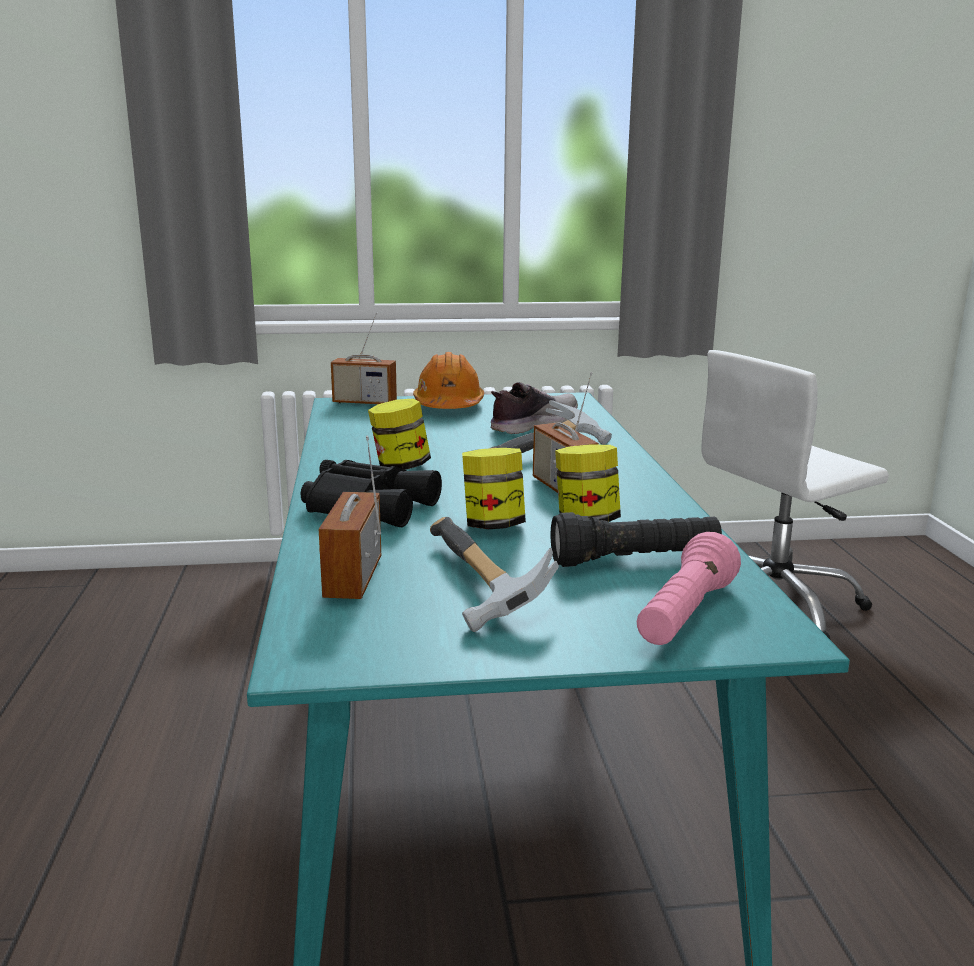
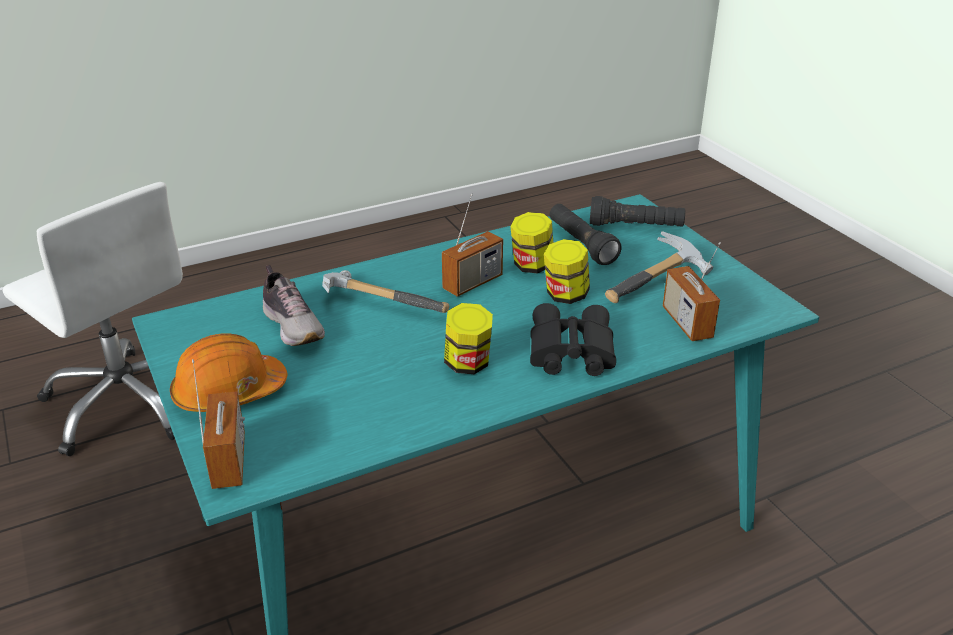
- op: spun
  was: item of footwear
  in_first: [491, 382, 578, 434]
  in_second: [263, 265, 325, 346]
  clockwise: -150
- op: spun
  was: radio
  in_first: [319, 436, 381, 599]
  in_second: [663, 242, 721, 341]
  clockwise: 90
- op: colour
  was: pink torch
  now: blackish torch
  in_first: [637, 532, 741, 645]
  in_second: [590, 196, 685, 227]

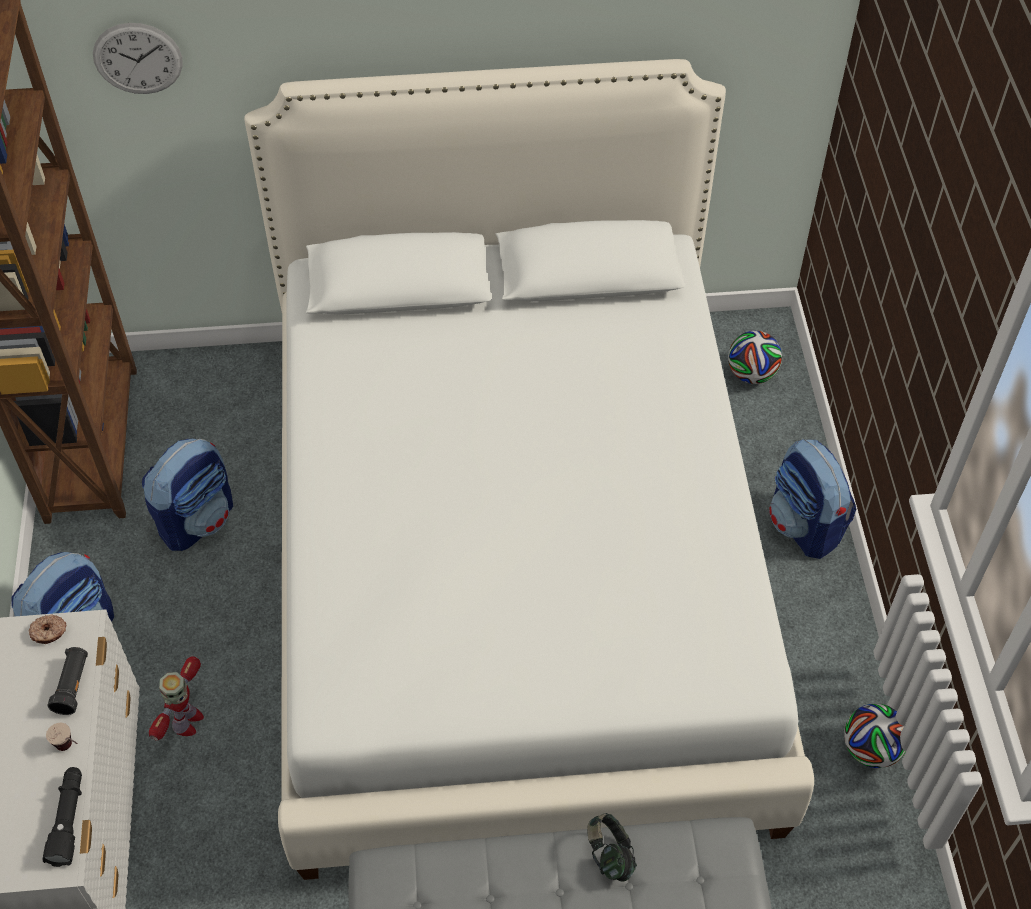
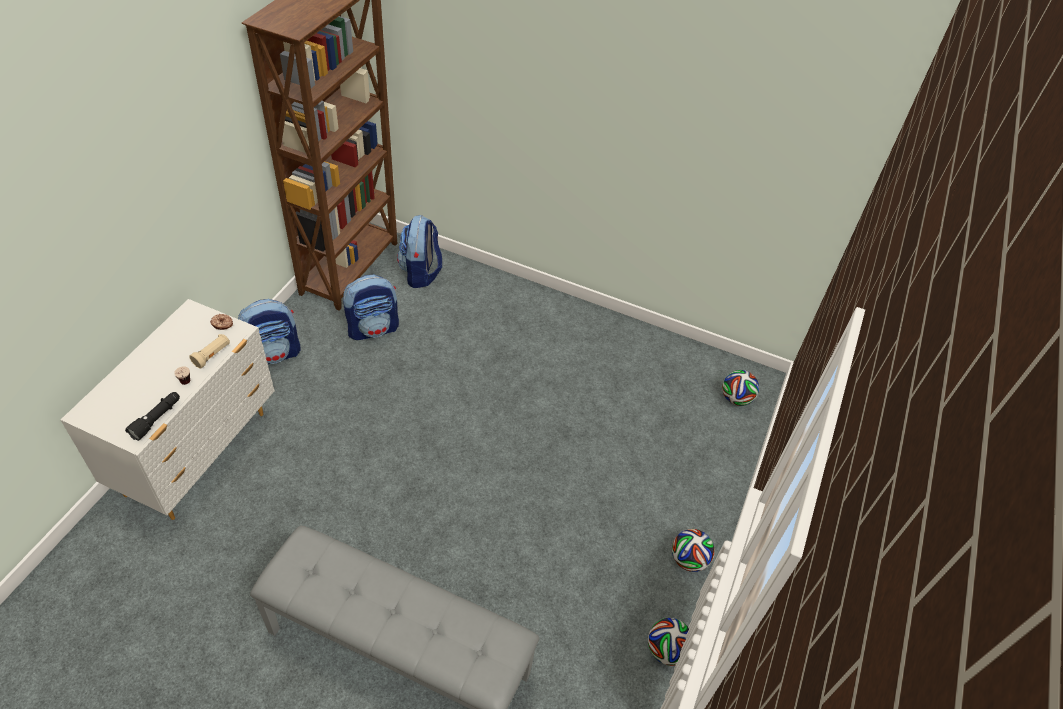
- op: missing
  was: wall clock
  in_first: [93, 23, 183, 94]
- op: missing
  was: white sleeping bed
  in_first: [244, 59, 814, 880]
- op: relocated
  was: knapsack
  in_first: [769, 439, 856, 559]
  in_second: [397, 215, 442, 288]
- op: colour
  was: blackish torch
  now: sand-coloured torch
  in_first: [47, 647, 88, 715]
  in_second: [189, 334, 230, 368]
- op: missing
  was: toy robot
  in_first: [149, 656, 204, 740]
- op: missing
  was: headset
  in_first: [587, 813, 637, 882]
- op: appeared
  now: ball for football
  in_second: [672, 529, 715, 572]

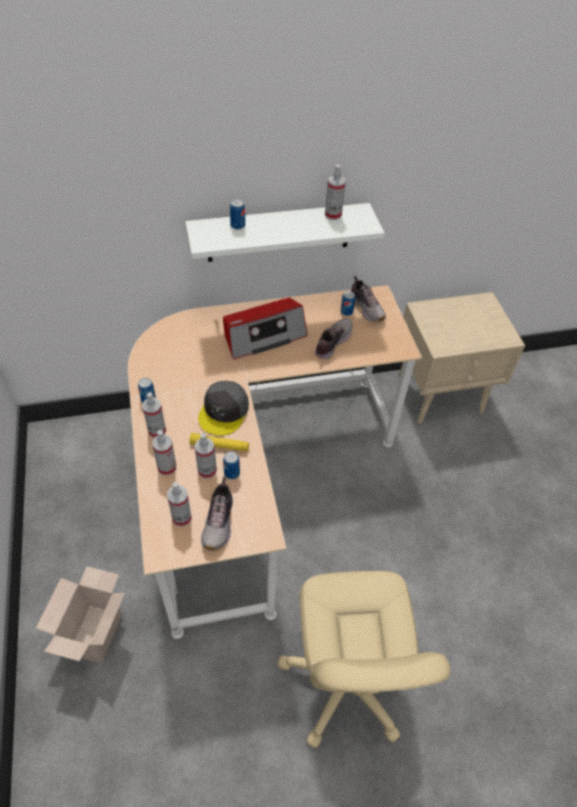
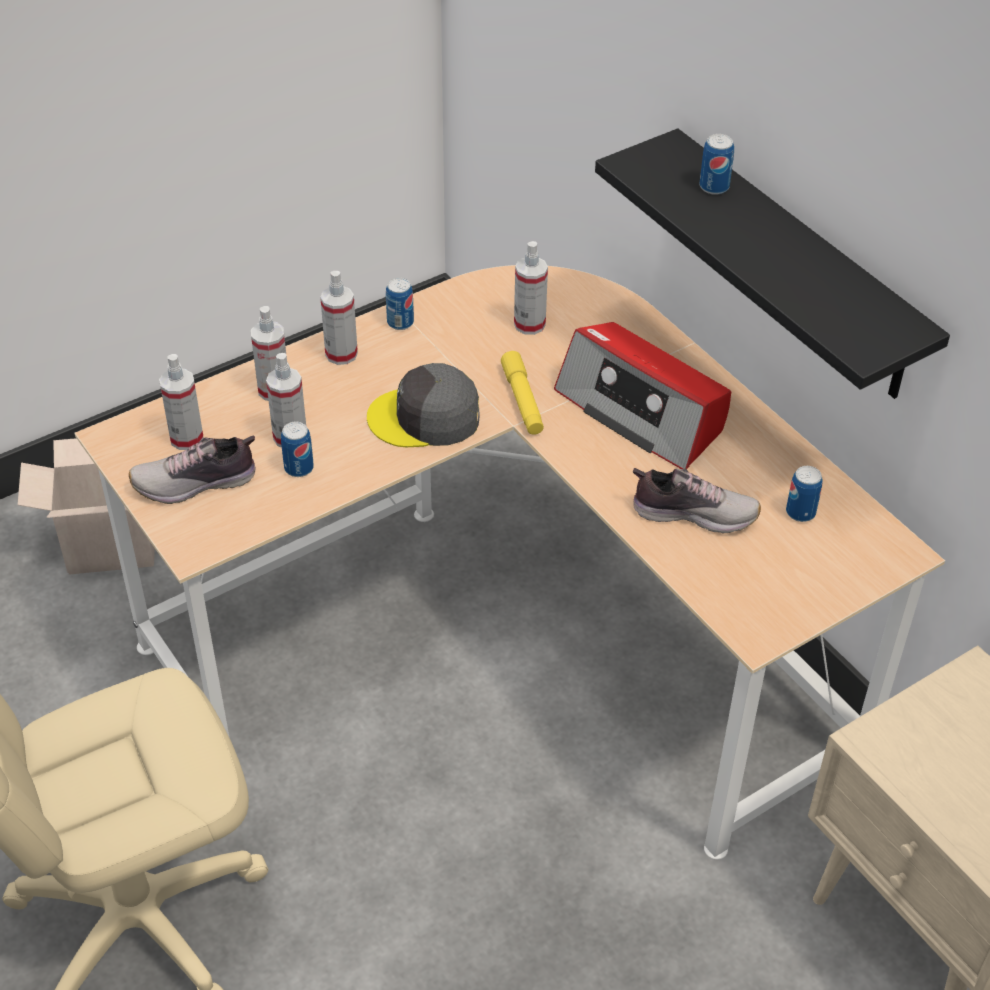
- op: relocated
  was: hand sprayer
  in_first: [325, 165, 346, 220]
  in_second: [514, 241, 548, 335]
- op: colour
  was: white shelf
  now: blackish shelf
  in_first: [185, 203, 385, 262]
  in_second: [595, 128, 950, 399]
- op: missing
  was: item of footwear
  in_first: [351, 276, 386, 322]
- op: relocated
  was: yellow-coloured torch
  in_first: [189, 433, 249, 451]
  in_second: [501, 351, 544, 435]

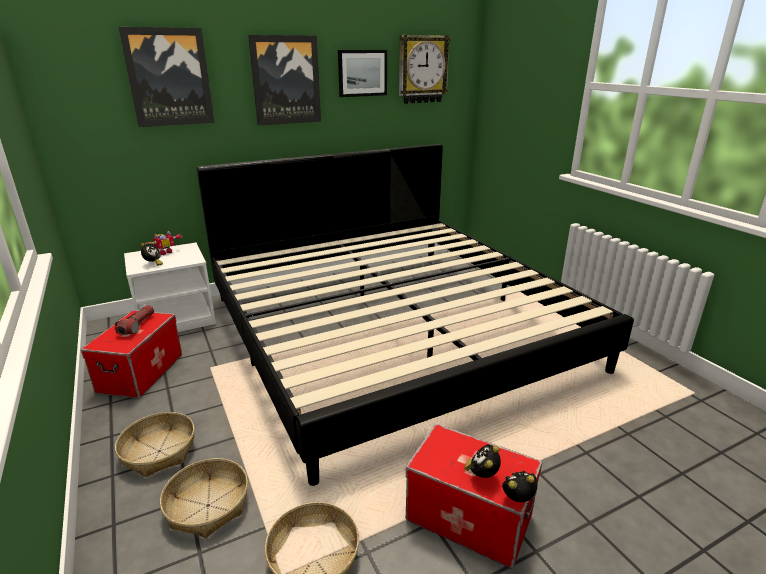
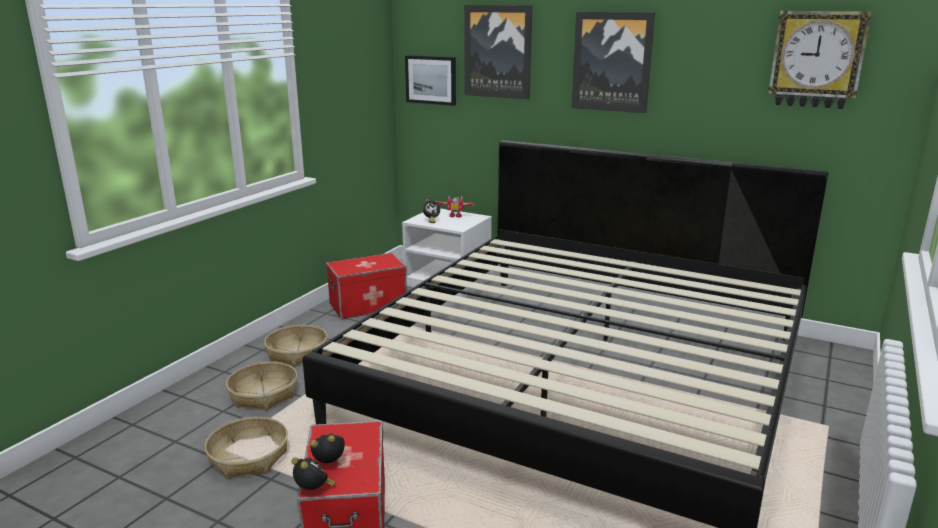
- op: relocated
  was: picture
  in_first: [338, 50, 387, 97]
  in_second: [405, 55, 456, 106]
- op: missing
  was: torch
  in_first: [115, 305, 154, 335]

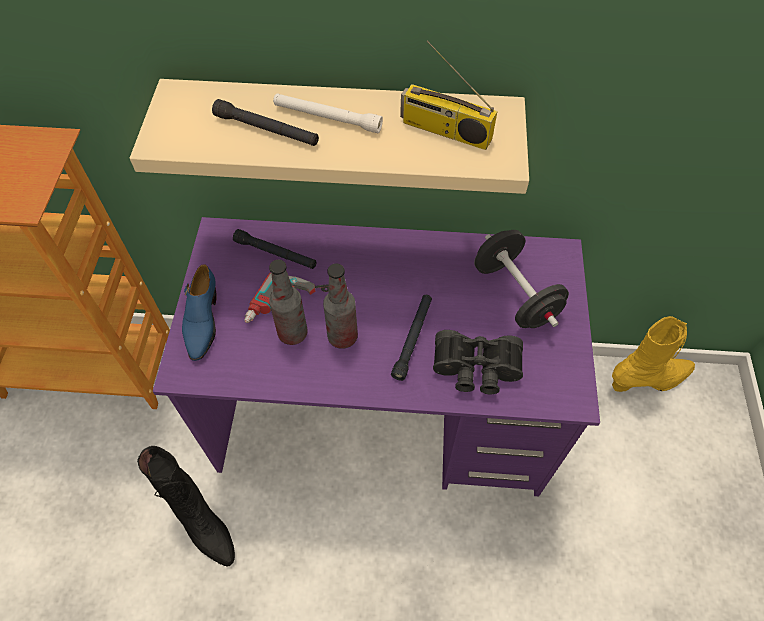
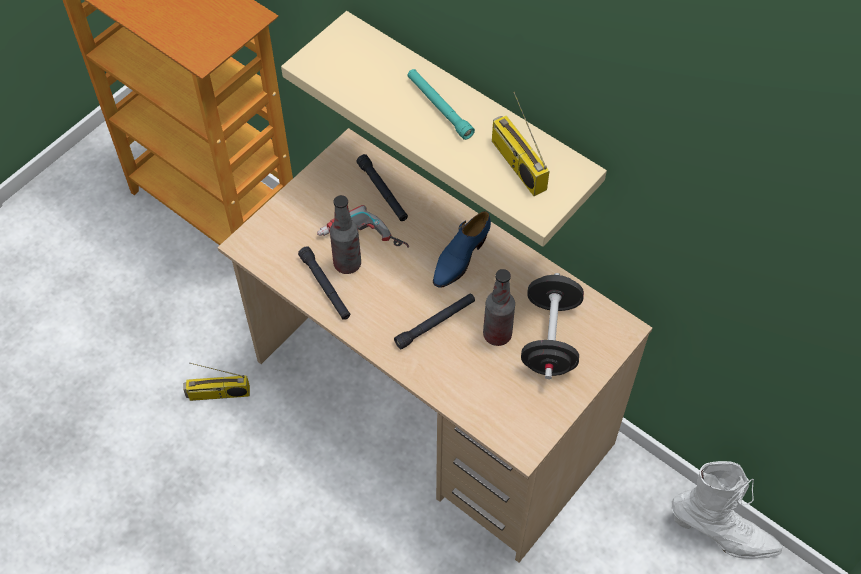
- op: colour
  was: white torch
  now: blue-green torch
  in_first: [273, 93, 383, 133]
  in_second: [407, 69, 475, 140]
- op: relocated
  was: blackish torch
  in_first: [212, 99, 319, 146]
  in_second: [298, 246, 350, 320]
- op: colour
  was: purple-coloured desk
  now: sand-coloured desk
  in_first: [153, 217, 600, 496]
  in_second: [217, 128, 652, 562]
- op: relocated
  was: blue item of footwear
  in_first: [182, 264, 217, 361]
  in_second: [433, 211, 491, 288]
- op: relocated
  was: beverage bottle
  in_first: [323, 264, 358, 349]
  in_second: [483, 269, 515, 346]
- op: colour
  was: yellow-coloured boot
  now: white boot
  in_first: [612, 316, 695, 392]
  in_second: [672, 461, 782, 559]
- op: missing
  was: blackish pair of binoculars
  in_first: [433, 330, 523, 394]
- op: exchanged
  was: blackish boot
  now: radio
  in_first: [137, 446, 235, 567]
  in_second: [183, 363, 250, 401]

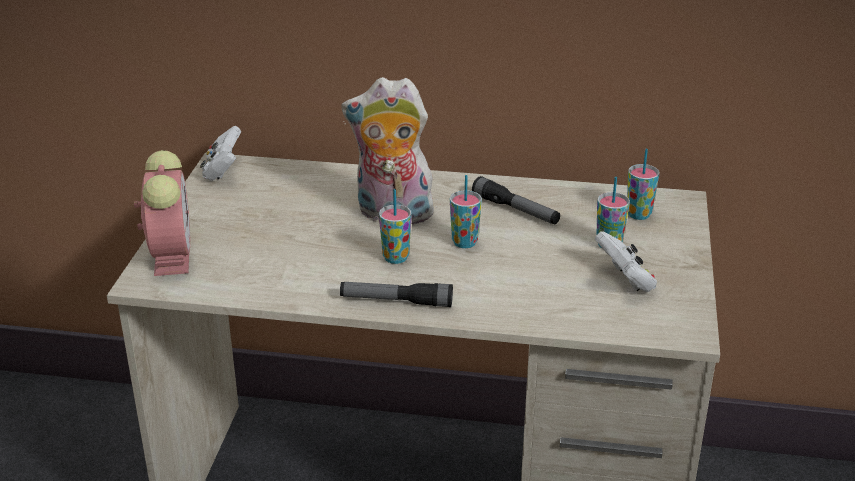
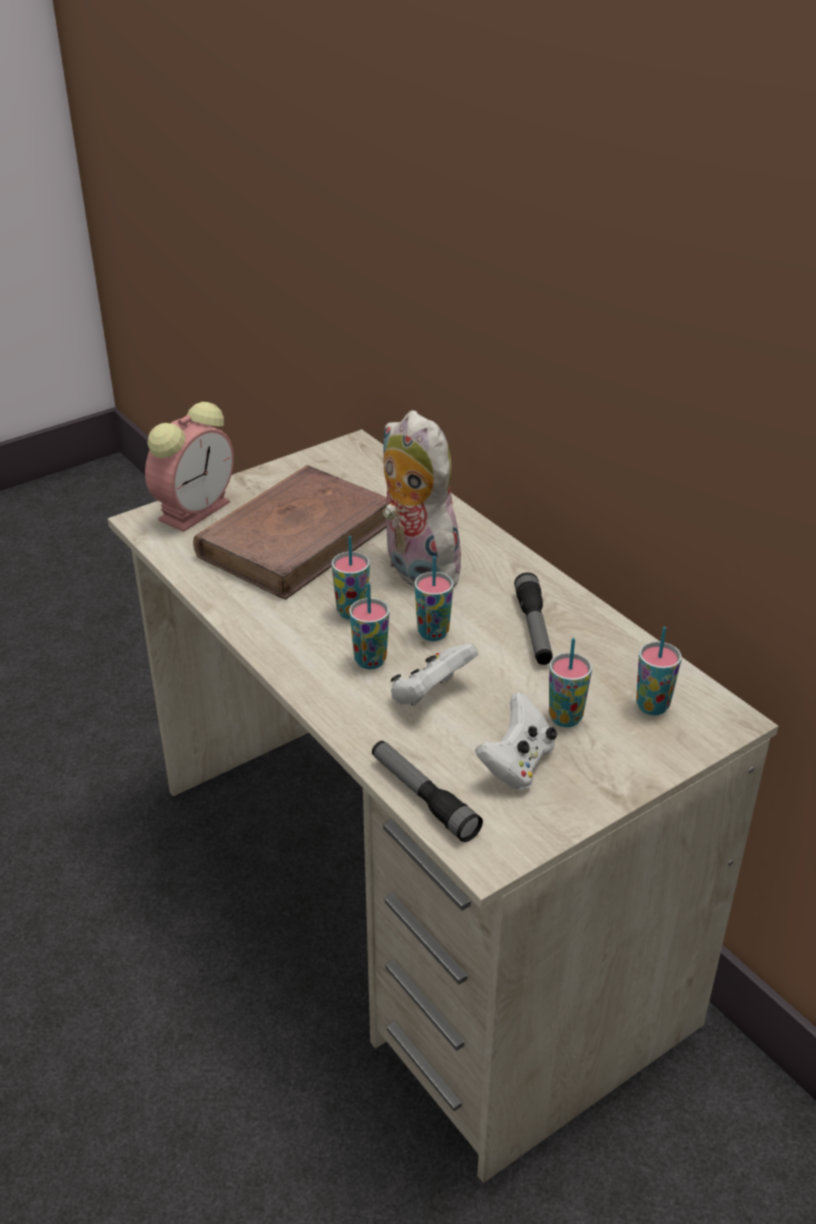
- op: relocated
  was: white gamepad
  in_first: [200, 126, 241, 181]
  in_second: [391, 643, 478, 706]
- op: relocated
  was: torch
  in_first: [340, 282, 453, 307]
  in_second: [372, 741, 483, 842]
- op: appeared
  now: brown volume
  in_second: [193, 465, 387, 600]
- op: appeared
  now: cup
  in_second: [349, 583, 389, 669]

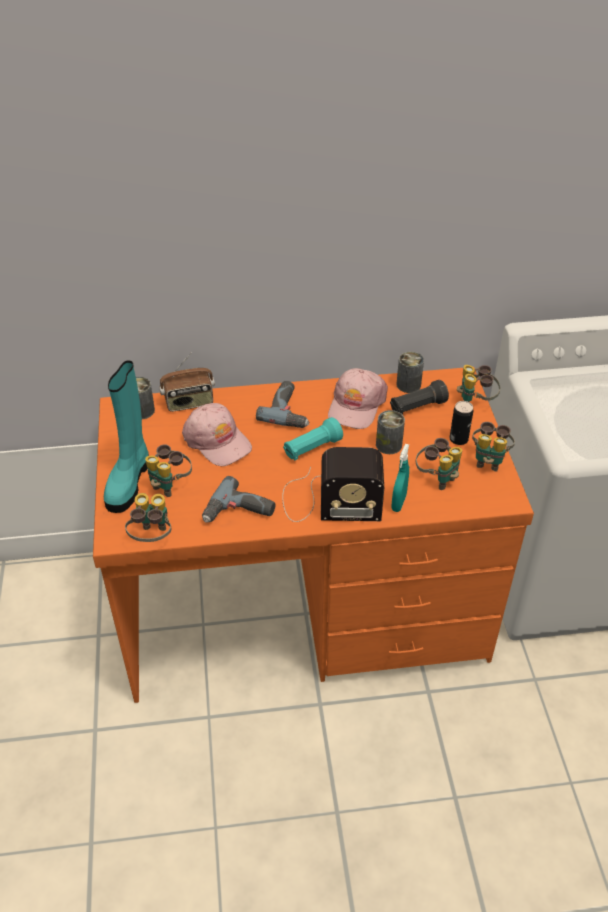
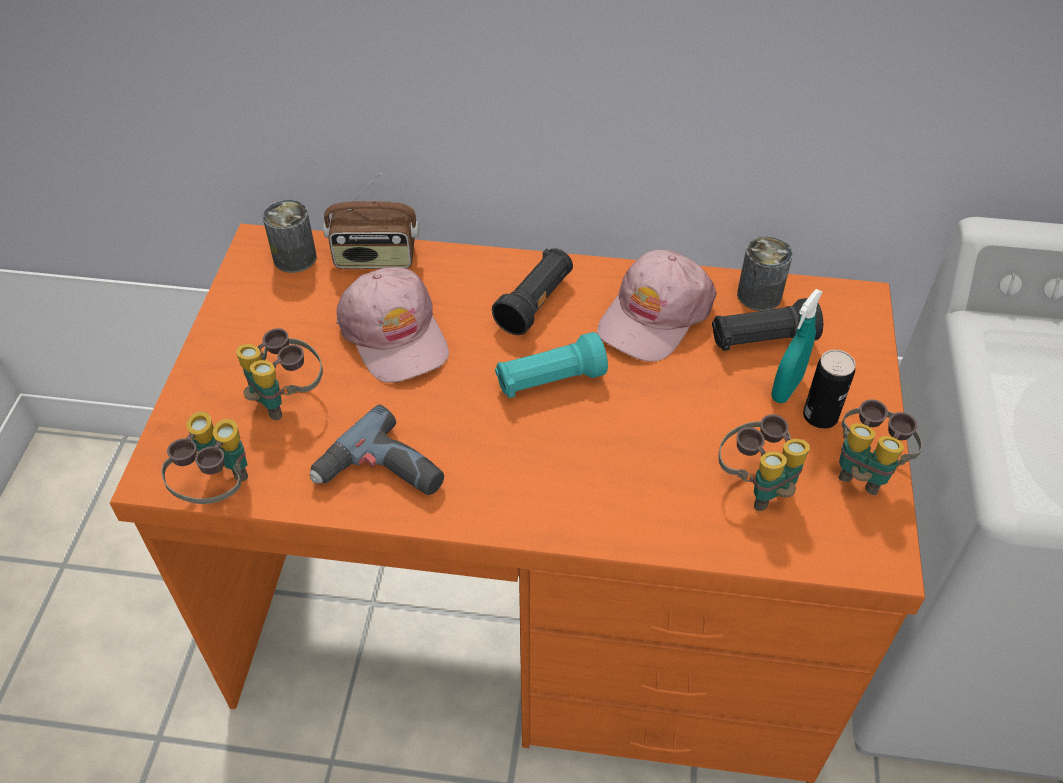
- op: missing
  was: blue-green boot
  in_first: [104, 360, 149, 513]
- op: missing
  was: pair of binoculars
  in_first: [457, 365, 500, 402]
- op: exchanged
  was: drill
  now: blackish torch
  in_first: [256, 381, 309, 428]
  in_second: [492, 248, 573, 335]
- op: missing
  was: sealed can
  in_first: [376, 410, 405, 454]
- op: relocated
  was: blue-green hand sprayer
  in_first: [391, 444, 409, 512]
  in_second: [771, 289, 823, 403]
- op: missing
  was: radio
  in_first: [282, 447, 384, 522]

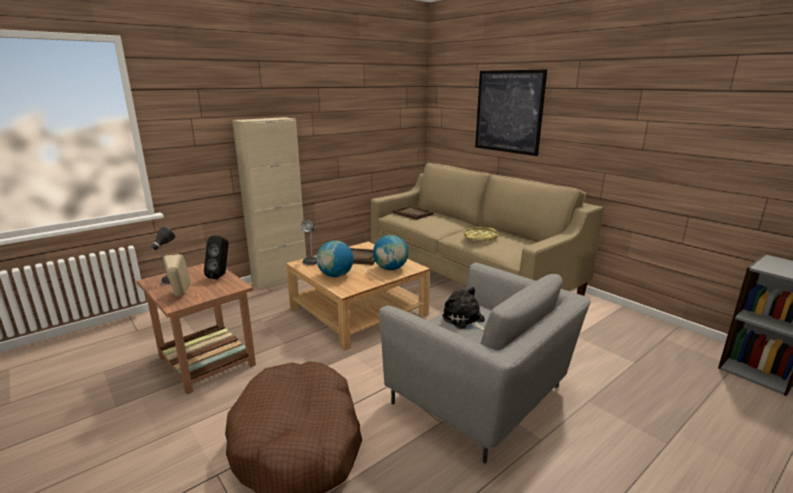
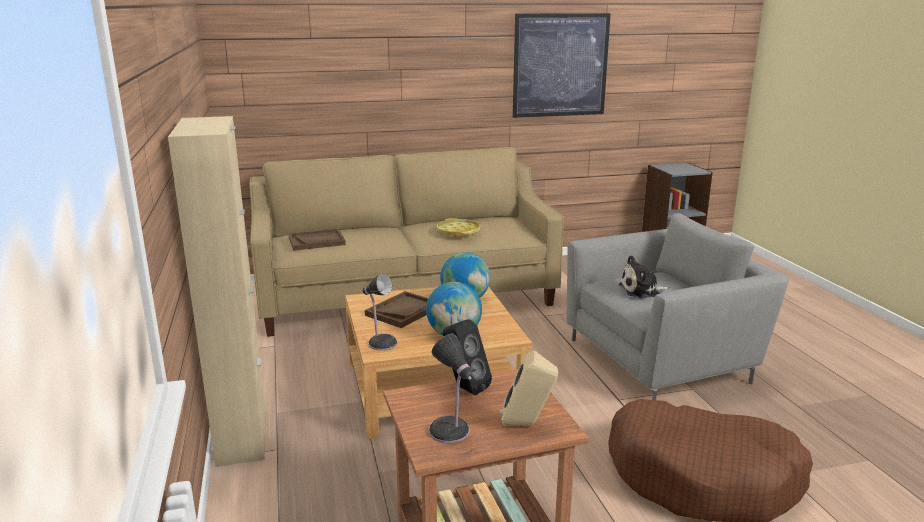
- op: relocated
  was: picture
  in_first: [475, 70, 547, 156]
  in_second: [513, 13, 611, 118]

